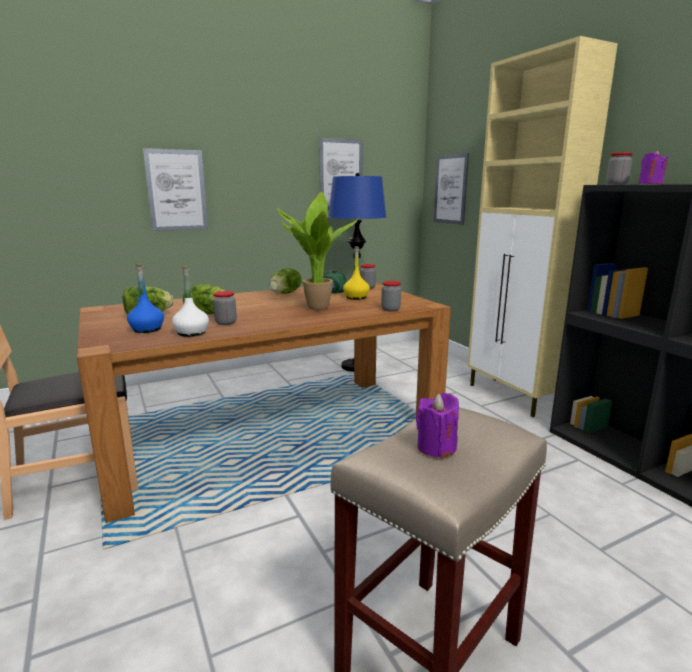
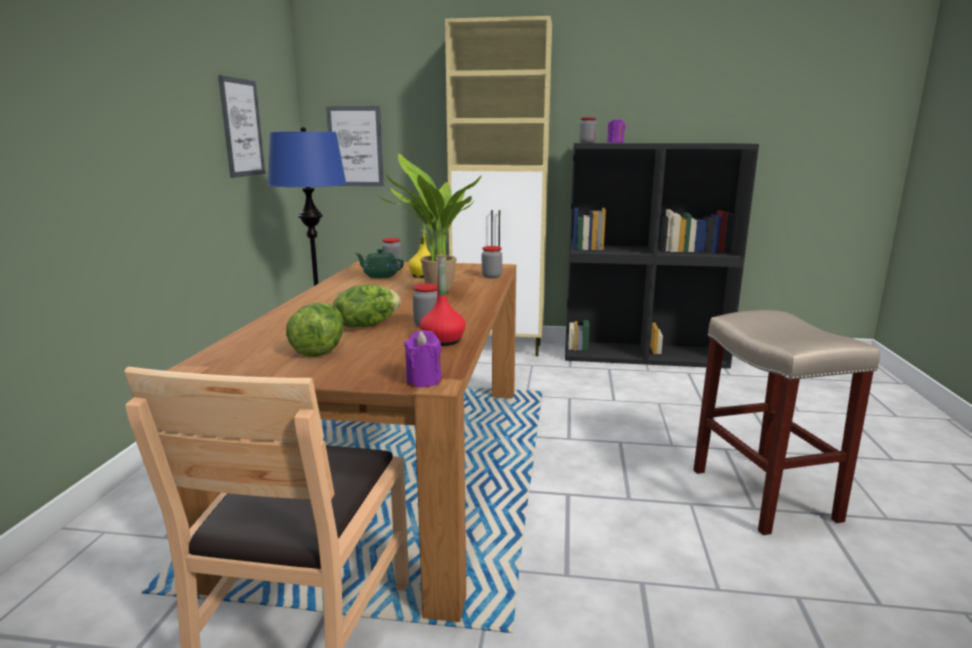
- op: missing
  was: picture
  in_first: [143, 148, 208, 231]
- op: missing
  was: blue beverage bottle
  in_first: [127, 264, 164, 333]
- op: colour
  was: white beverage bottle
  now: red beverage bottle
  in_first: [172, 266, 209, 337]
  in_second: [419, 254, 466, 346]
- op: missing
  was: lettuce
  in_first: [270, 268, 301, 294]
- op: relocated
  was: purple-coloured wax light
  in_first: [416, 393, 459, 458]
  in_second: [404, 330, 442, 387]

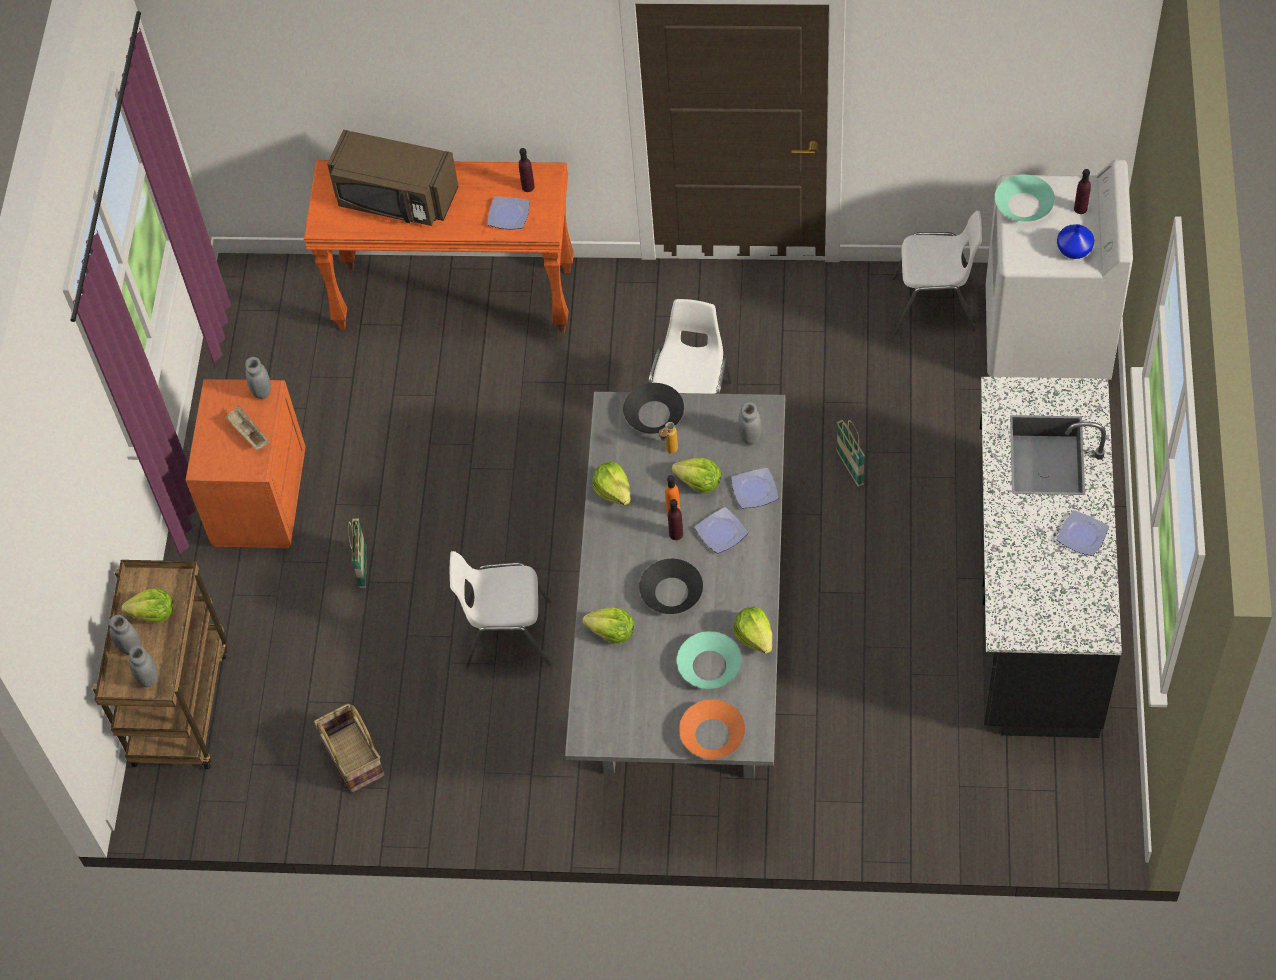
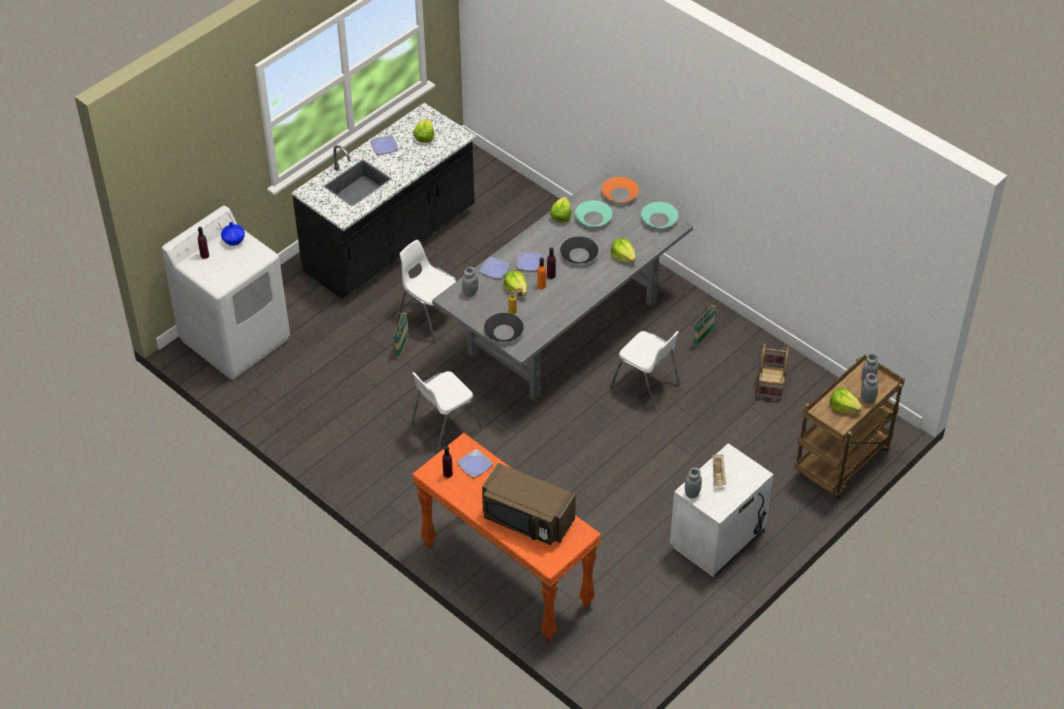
- op: spun
  was: brown microwave oven
  in_first: [327, 130, 458, 226]
  in_second: [482, 463, 576, 545]
  clockwise: 150
- op: relocated
  was: blue-green serving bowl
  in_first: [995, 175, 1055, 222]
  in_second: [641, 202, 678, 228]
- op: relocated
  was: white chair
  in_first: [892, 211, 982, 334]
  in_second: [398, 240, 457, 343]
- op: colour
  was: orangey nightstand
  now: white nightstand
  in_first: [185, 379, 306, 548]
  in_second: [670, 443, 774, 578]
- op: relocated
  was: lettuce
  in_first: [593, 462, 631, 505]
  in_second: [413, 118, 434, 143]
- op: relocated
  was: household basket
  in_first: [349, 518, 367, 588]
  in_second: [693, 302, 716, 347]

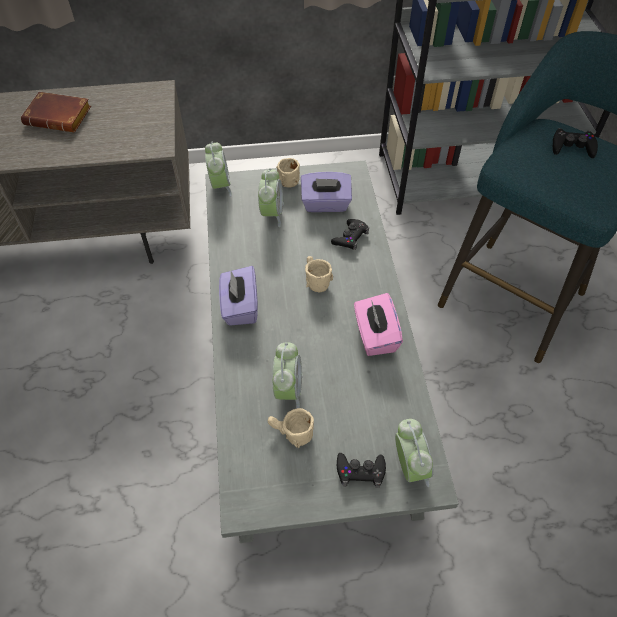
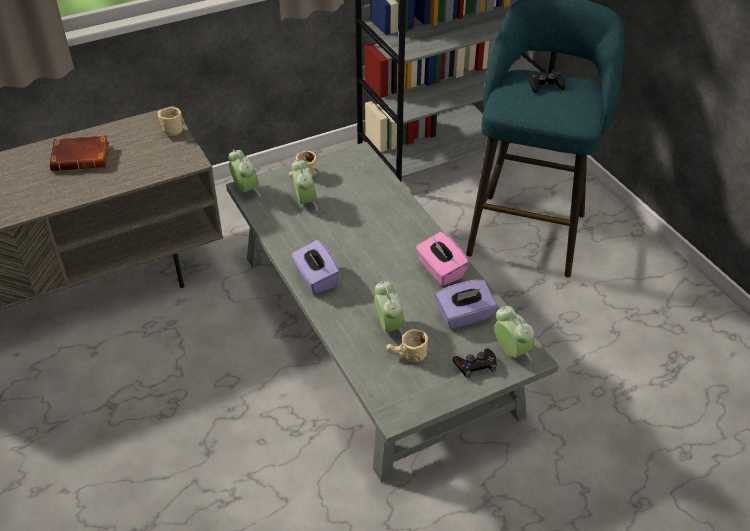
- op: relocated
  was: purple-coloured box of tissues
  in_first: [301, 172, 352, 212]
  in_second: [435, 280, 496, 329]
- op: missing
  was: blackish gamepad
  in_first: [331, 219, 369, 250]
- op: relocated
  was: sand-coloured mug
  in_first: [305, 256, 333, 292]
  in_second: [158, 107, 184, 136]

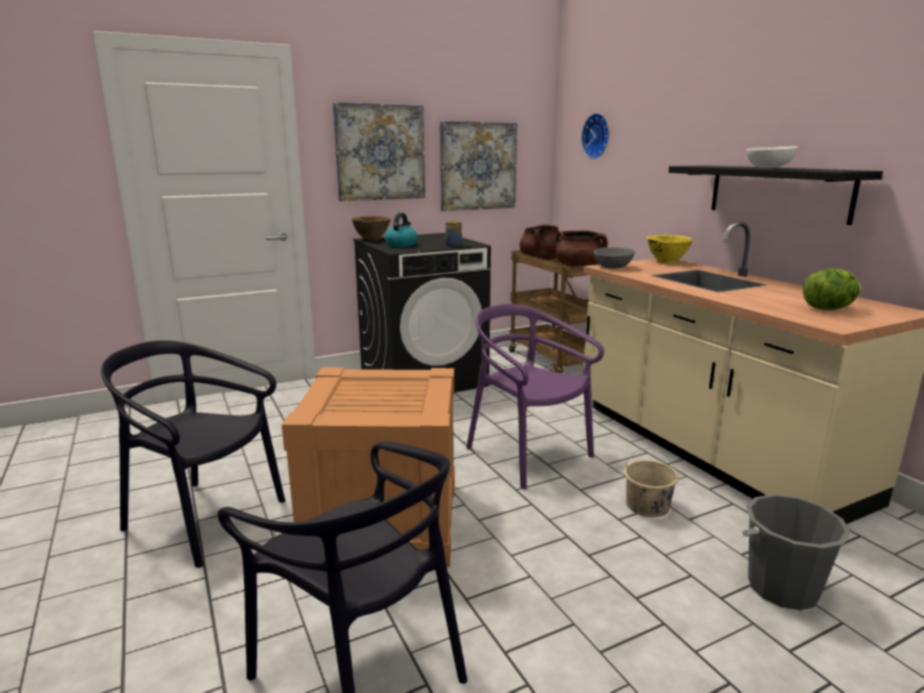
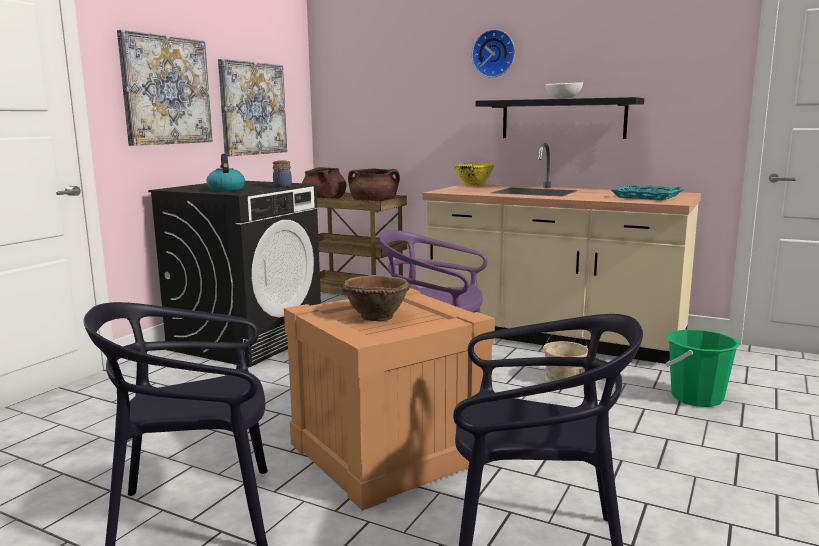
- op: relocated
  was: wall clock
  in_first: [581, 113, 609, 159]
  in_second: [472, 29, 515, 78]
- op: relocated
  was: brown serving bowl
  in_first: [351, 216, 391, 241]
  in_second: [342, 275, 410, 321]
- op: missing
  was: greyish serving bowl
  in_first: [594, 247, 635, 269]
- op: exchanged
  was: lettuce
  now: blue-green carrying tray
  in_first: [803, 269, 861, 310]
  in_second: [611, 185, 685, 200]
- op: colour
  was: greyish bucket
  now: green-coloured bucket
  in_first: [742, 494, 851, 610]
  in_second: [666, 329, 741, 407]

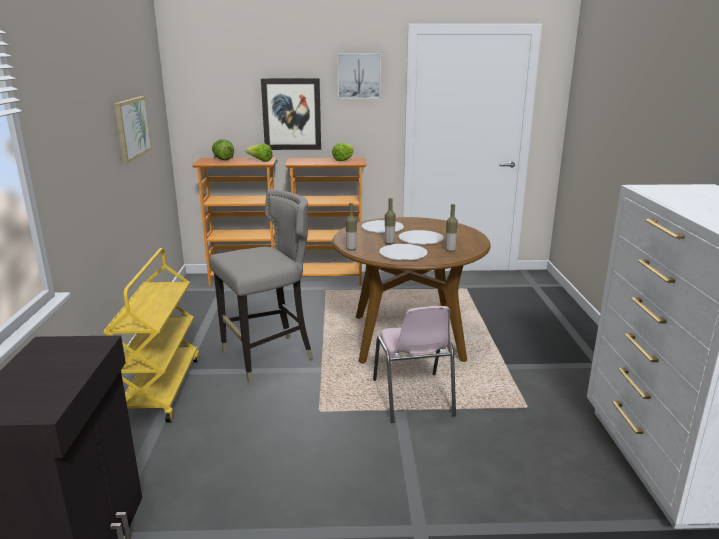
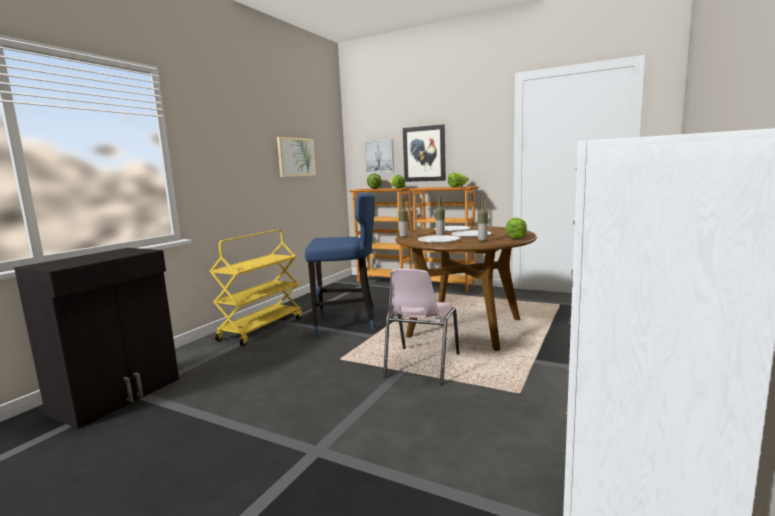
- op: relocated
  was: picture
  in_first: [337, 54, 381, 99]
  in_second: [364, 140, 394, 173]
- op: colour
  was: greyish stool seat
  now: blue stool seat
  in_first: [209, 189, 313, 384]
  in_second: [305, 192, 375, 335]
- op: appeared
  now: lettuce
  in_second: [505, 218, 527, 239]

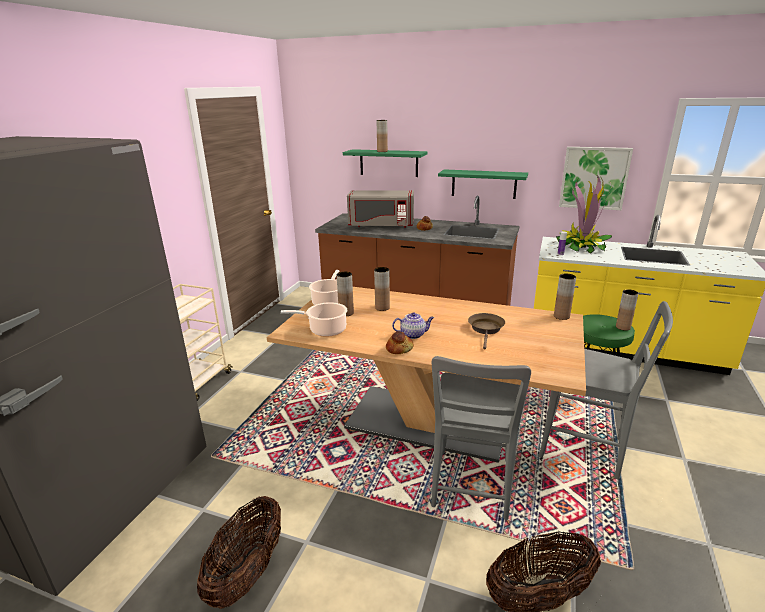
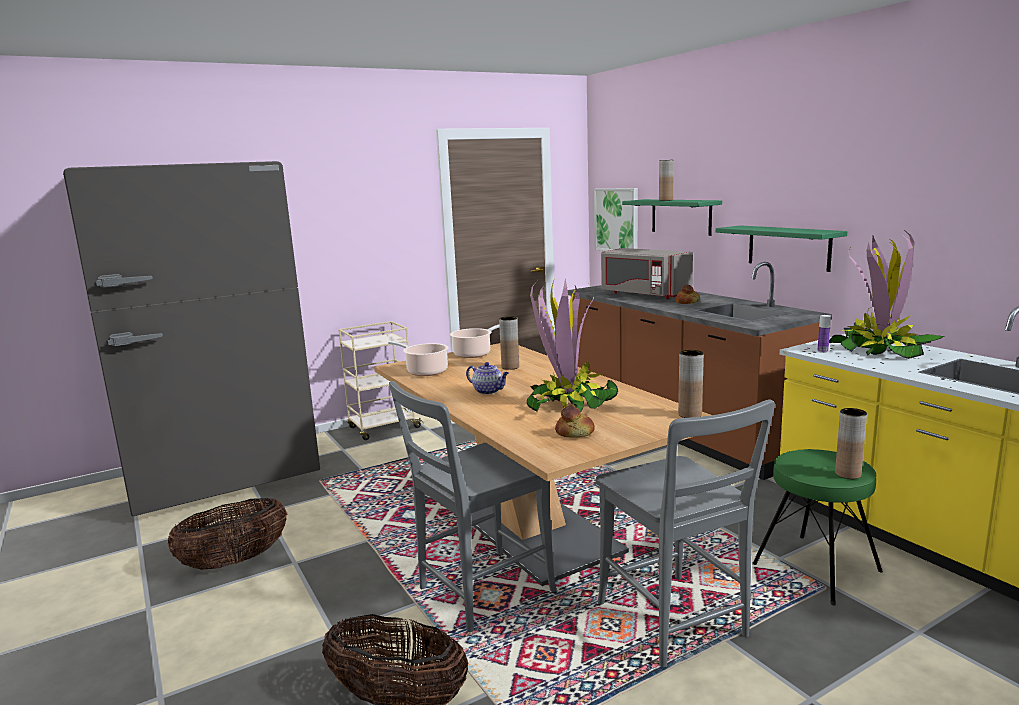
- op: relocated
  was: picture
  in_first: [559, 147, 633, 210]
  in_second: [594, 188, 638, 251]
- op: missing
  was: brown vase
  in_first: [337, 272, 354, 316]
- op: exchanged
  was: brown frying pan
  now: potted plant
  in_first: [468, 313, 505, 350]
  in_second: [527, 278, 618, 413]
- op: relocated
  was: baked bread
  in_first: [386, 331, 414, 354]
  in_second: [555, 406, 595, 438]

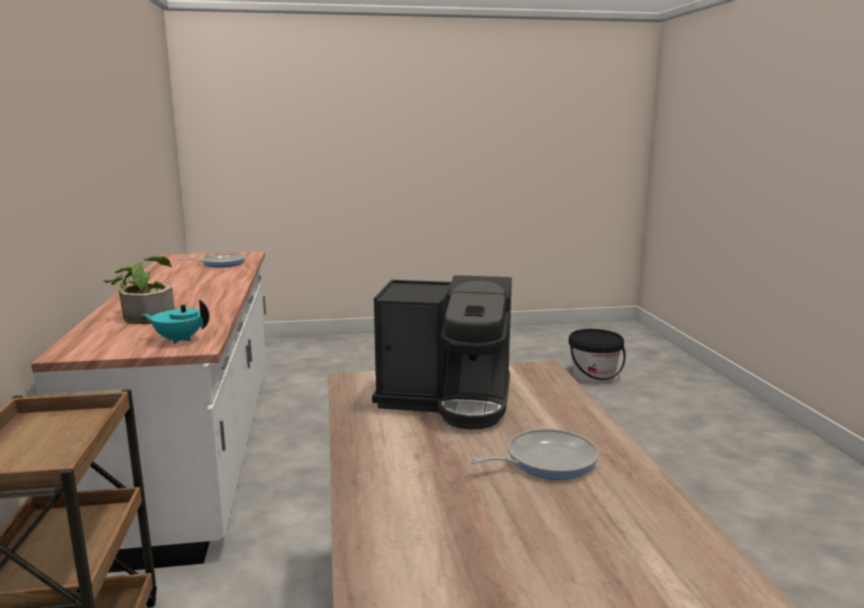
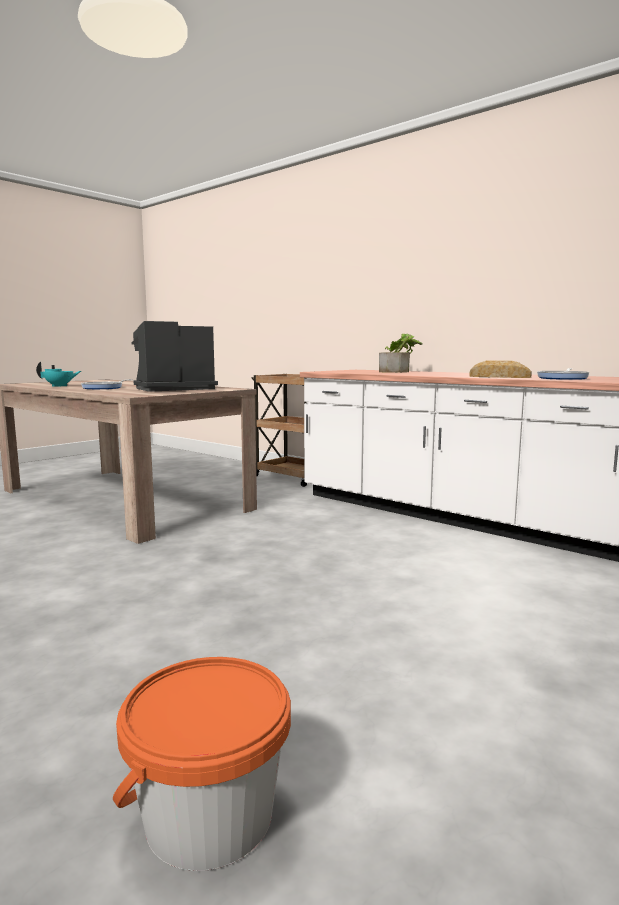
- op: relocated
  was: blue-green pot for tea
  in_first: [142, 300, 209, 344]
  in_second: [36, 362, 81, 387]
- op: colour
  was: blackish bucket
  now: orangey bucket
  in_first: [569, 329, 626, 384]
  in_second: [113, 657, 291, 871]
- op: appeared
  now: baked bread
  in_second: [469, 360, 532, 378]

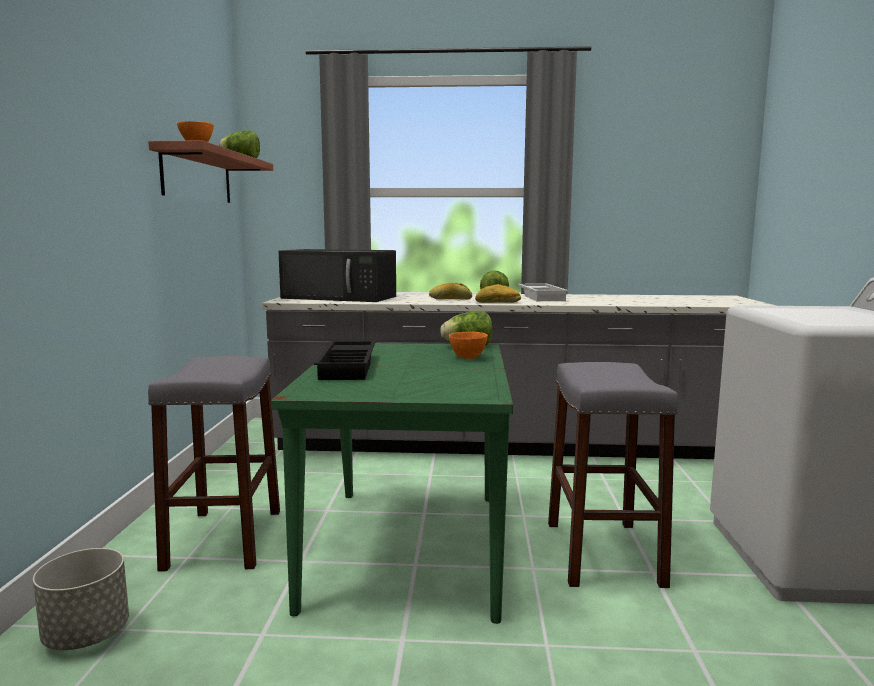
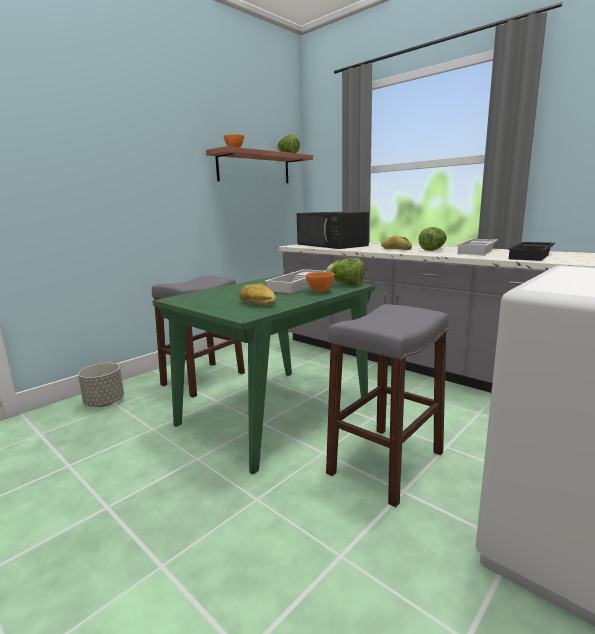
- op: relocated
  was: baked bread
  in_first: [475, 284, 521, 303]
  in_second: [239, 283, 276, 306]
- op: relocated
  was: blackish carrying tray
  in_first: [314, 341, 375, 380]
  in_second: [507, 242, 555, 261]
- op: appeared
  now: white carrying tray
  in_second: [264, 269, 326, 294]

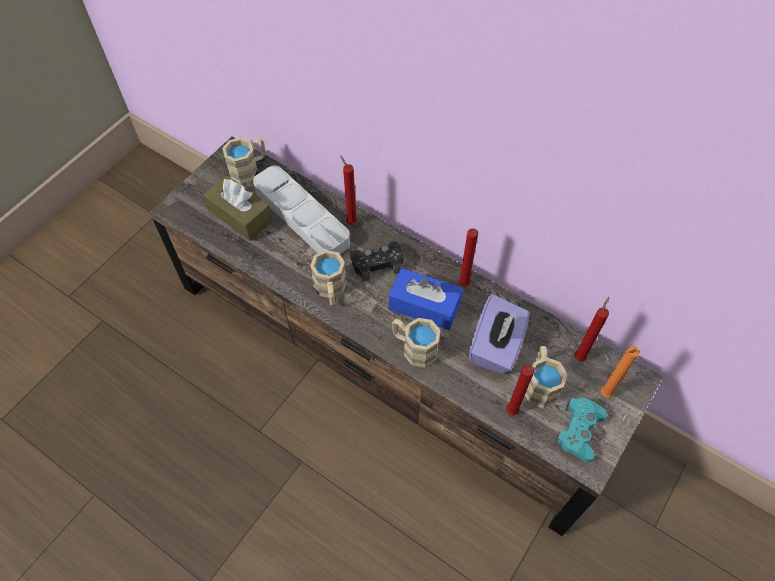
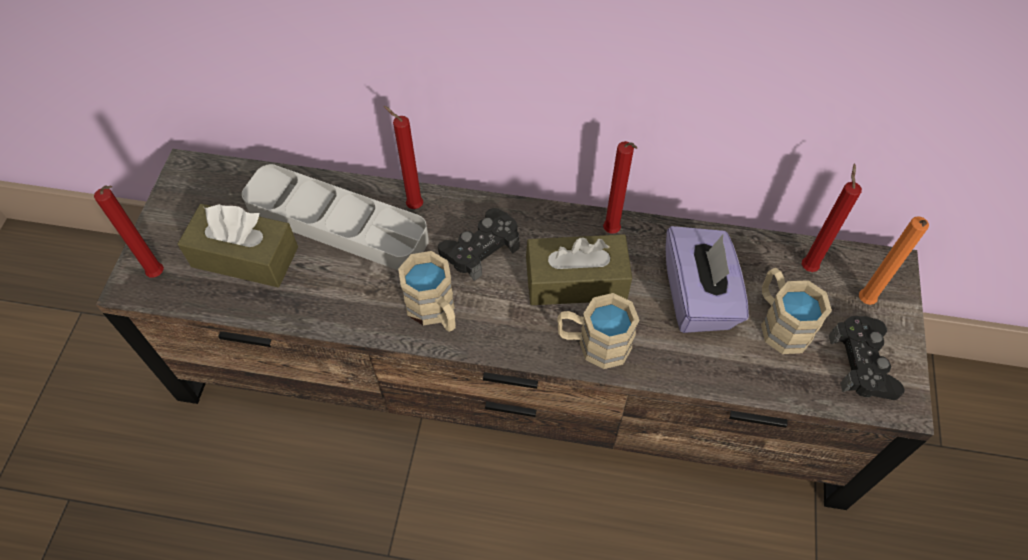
- op: missing
  was: sand-coloured mug
  in_first: [222, 138, 266, 184]
- op: colour
  was: blue box of tissues
  now: brown box of tissues
  in_first: [389, 268, 463, 330]
  in_second: [526, 234, 632, 305]
- op: relocated
  was: red wax light
  in_first: [506, 365, 541, 415]
  in_second: [94, 185, 164, 278]
- op: colour
  was: blue-green gamepad
  now: blackish gamepad
  in_first: [555, 398, 607, 463]
  in_second: [829, 316, 905, 400]

